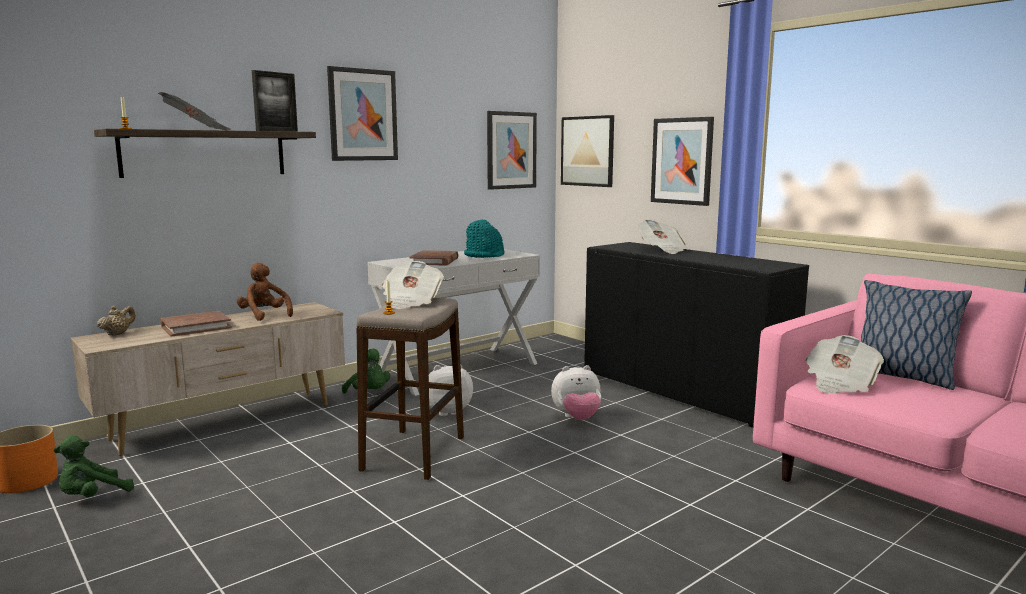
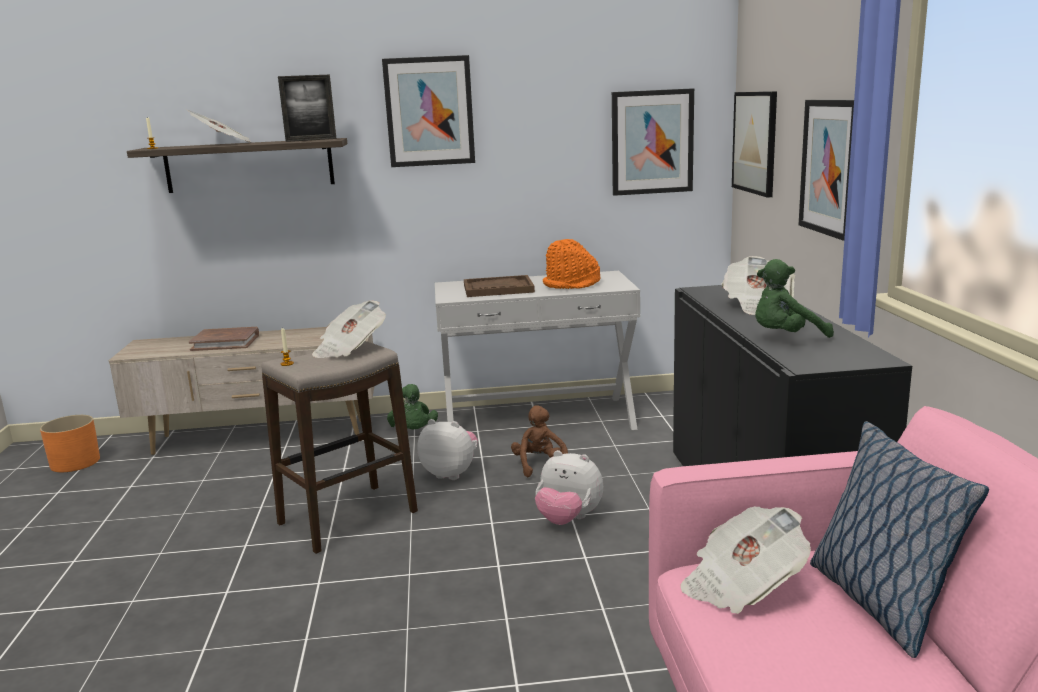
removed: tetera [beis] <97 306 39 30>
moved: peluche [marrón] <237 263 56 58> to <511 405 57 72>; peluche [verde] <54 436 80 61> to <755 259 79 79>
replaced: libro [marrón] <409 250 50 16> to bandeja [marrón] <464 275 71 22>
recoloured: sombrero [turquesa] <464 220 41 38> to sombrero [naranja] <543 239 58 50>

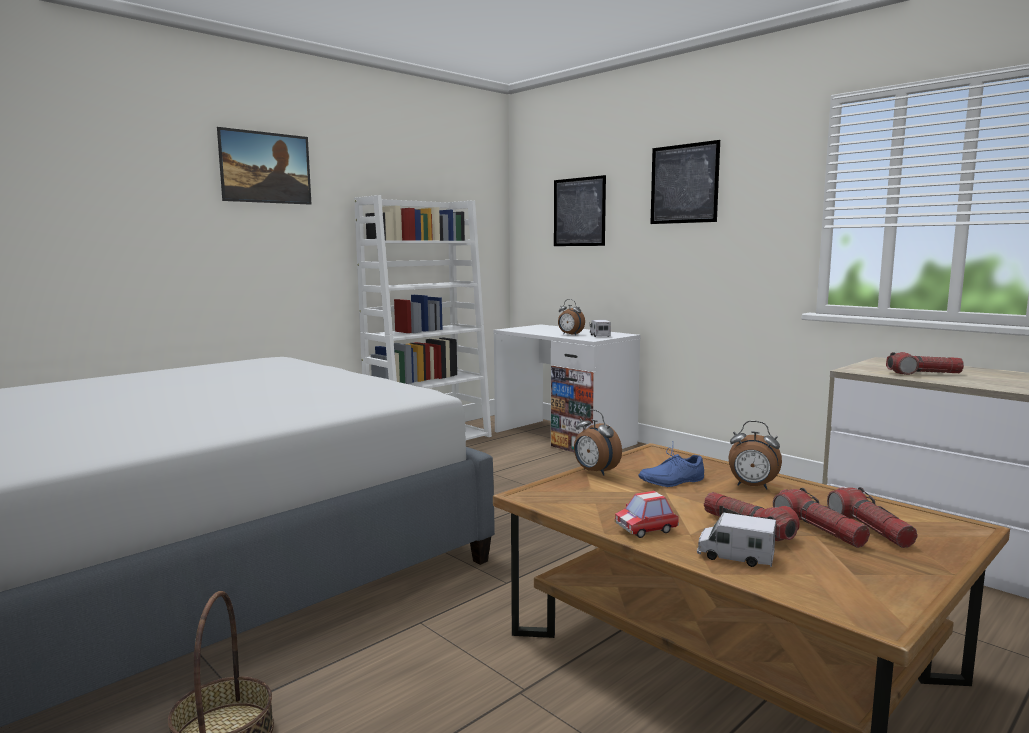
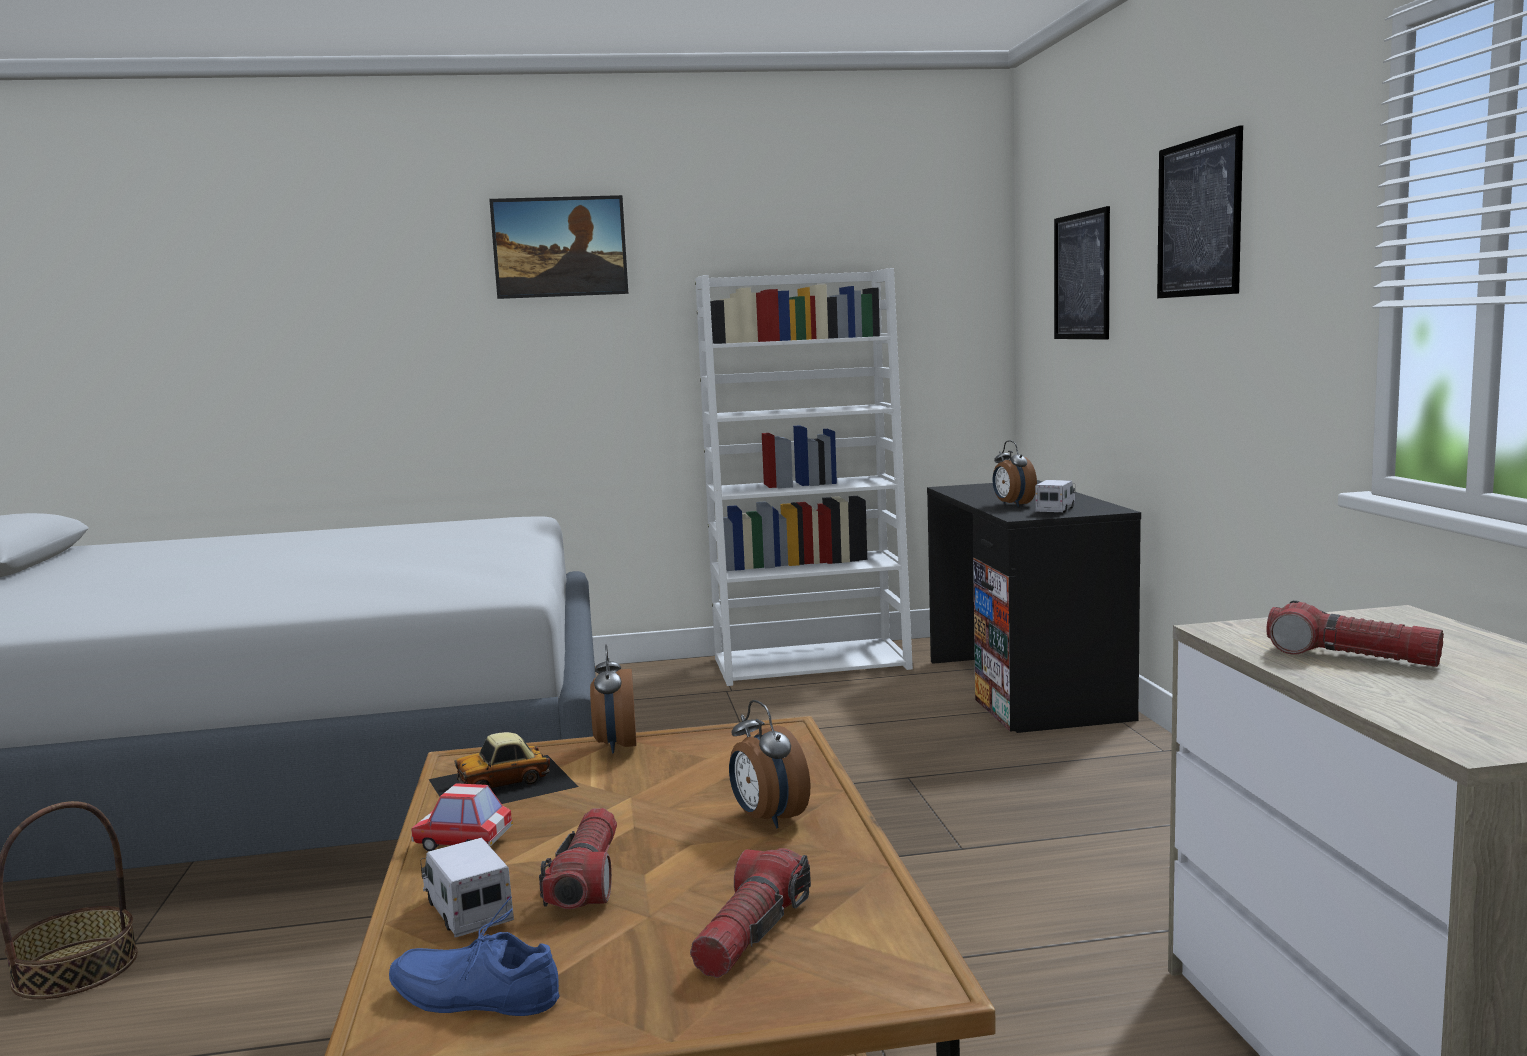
removed: linterna <773 488 97 60>
added: coche de juguete <428 732 150 72>
moved: zapato [azul] <639 447 65 40> to <389 896 171 120>
recoloured: escritorio [blanco] <493 324 148 128> to escritorio [negro] <927 480 214 253>

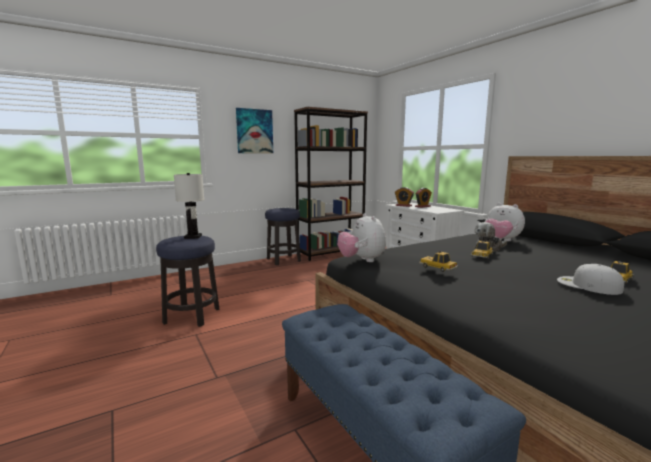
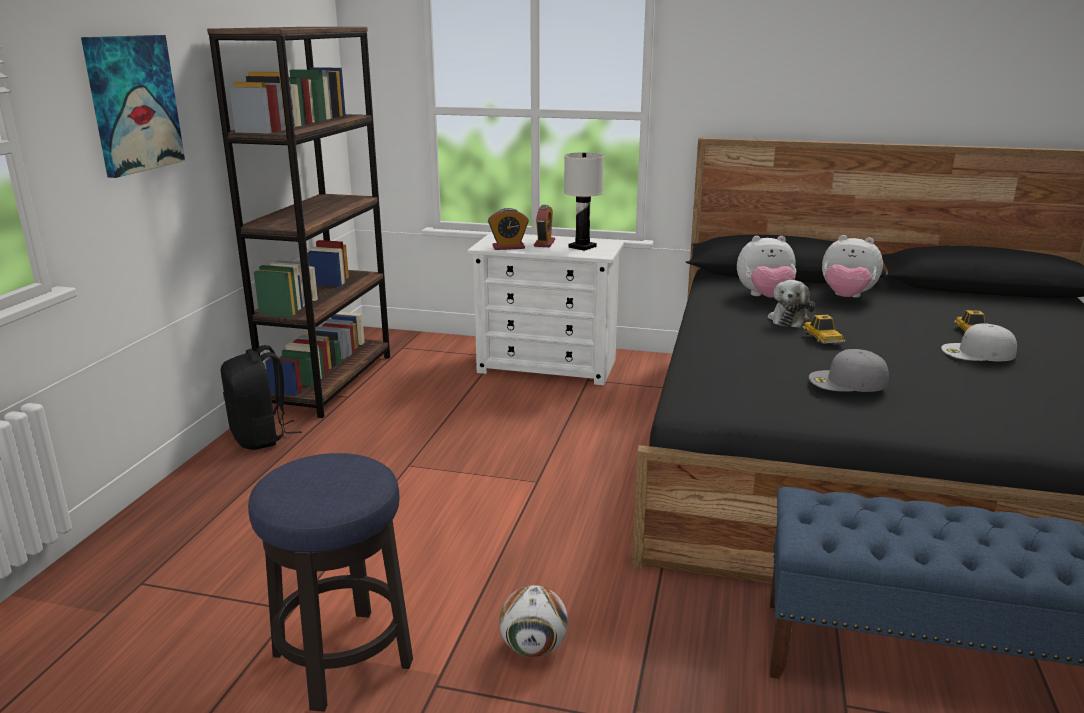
added: balón de fútbol <499 585 69 72>
moved: lámpara de mesa [blanco] <174 173 30 66> to <564 152 40 99>; peluche <337 213 49 49> to <822 235 61 63>
replaced: taburete <265 208 36 57> to mochila [negro] <221 345 80 105>; coche de juguete <419 251 39 21> to gorra [gris] <809 349 80 43>

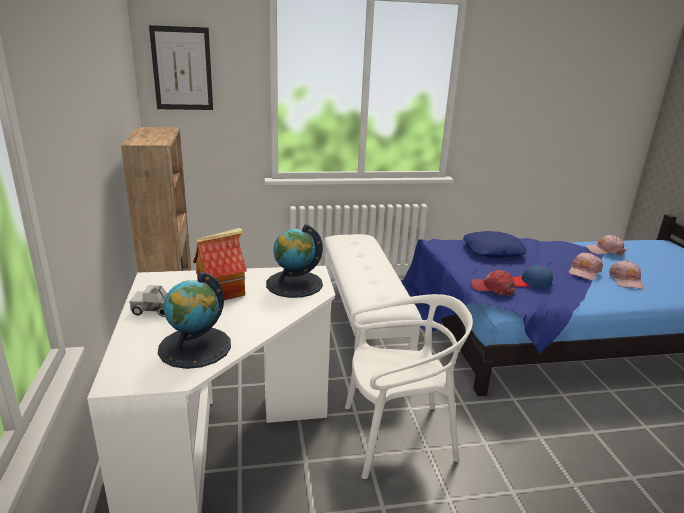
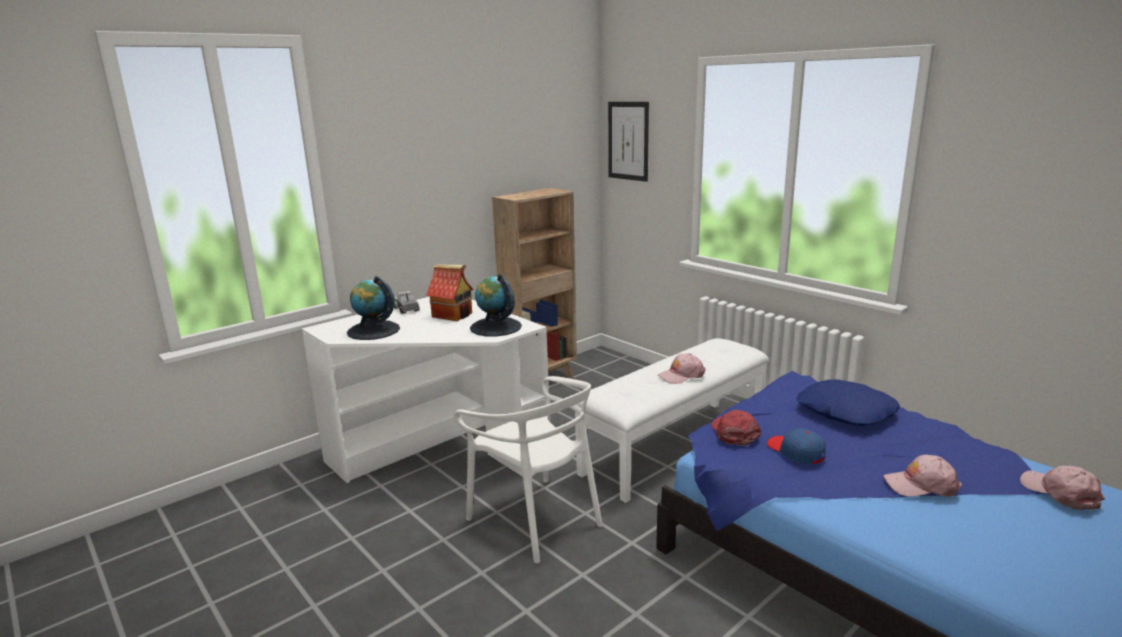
moved: gorra [rosa] <609 260 35 29> to <658 353 48 31>

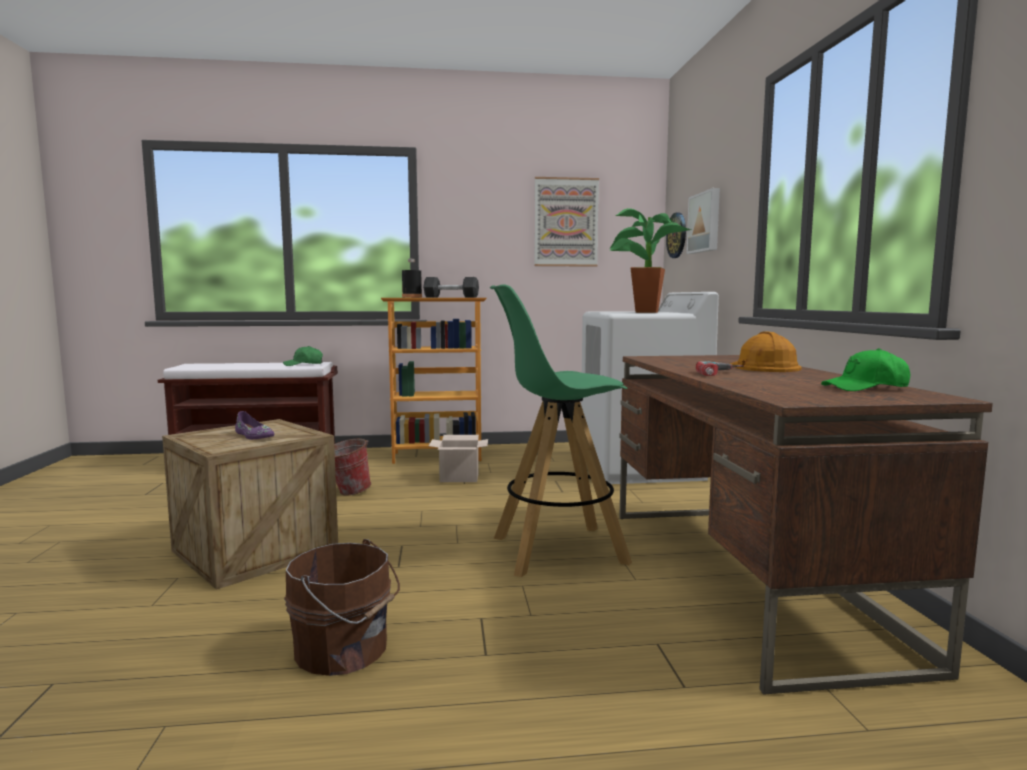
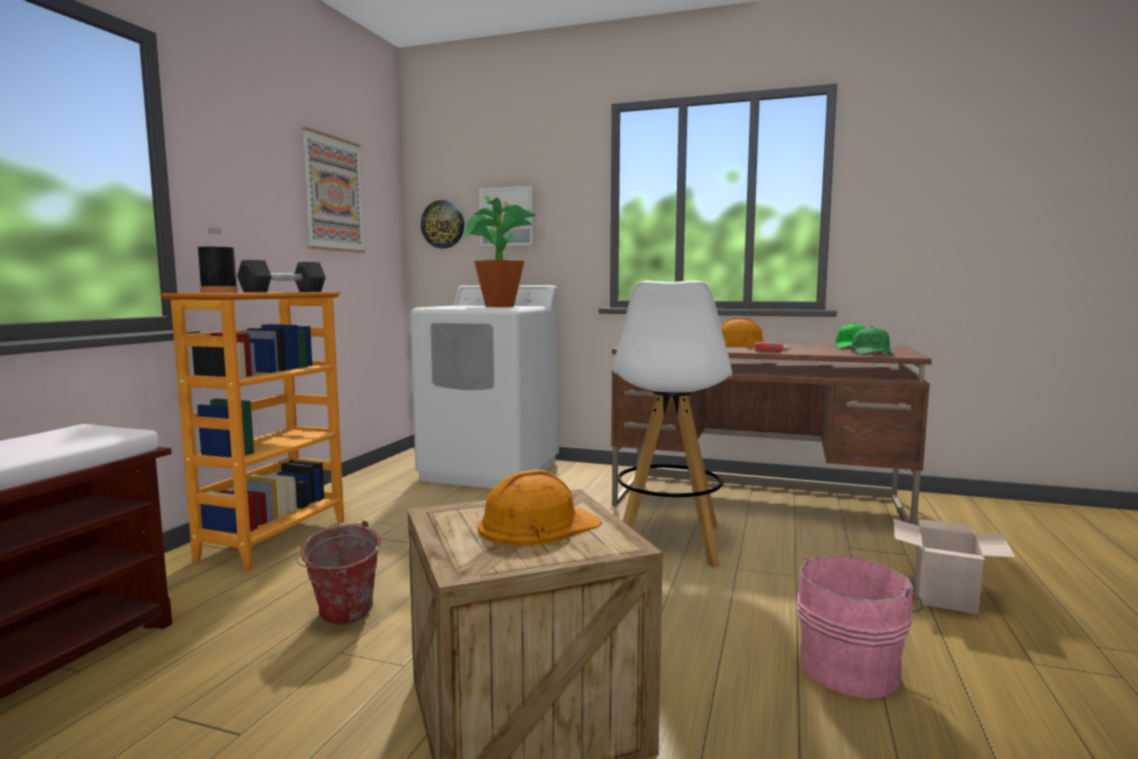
moved: gorra [verde] <283 346 40 20> to <852 326 41 29>; caja de cartón <429 435 59 47> to <893 519 122 95>
replaced: zapato [morado] <235 411 39 28> to casco [naranja] <478 469 124 77>
recoloured: taburete [verde] <490 284 142 293> to taburete [blanco] <613 280 119 288>; cubo [marrón] <284 539 116 137> to cubo [rosa] <797 555 126 144>

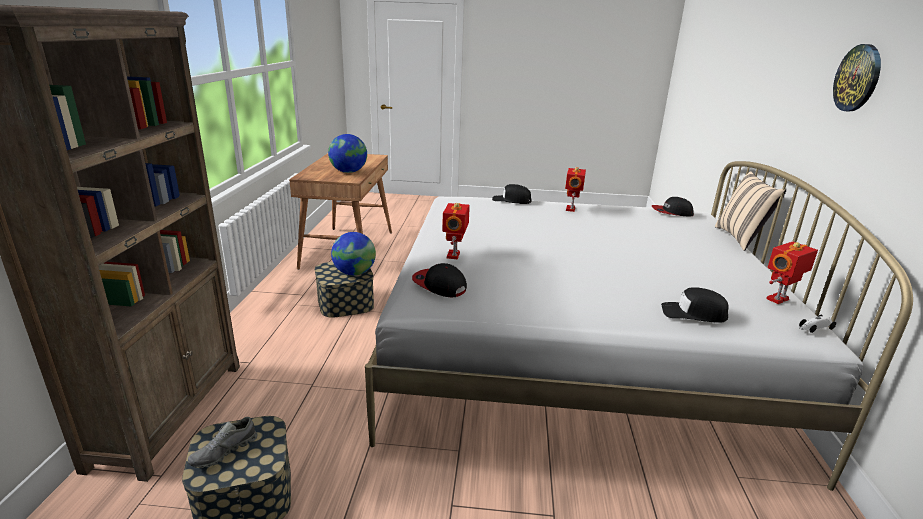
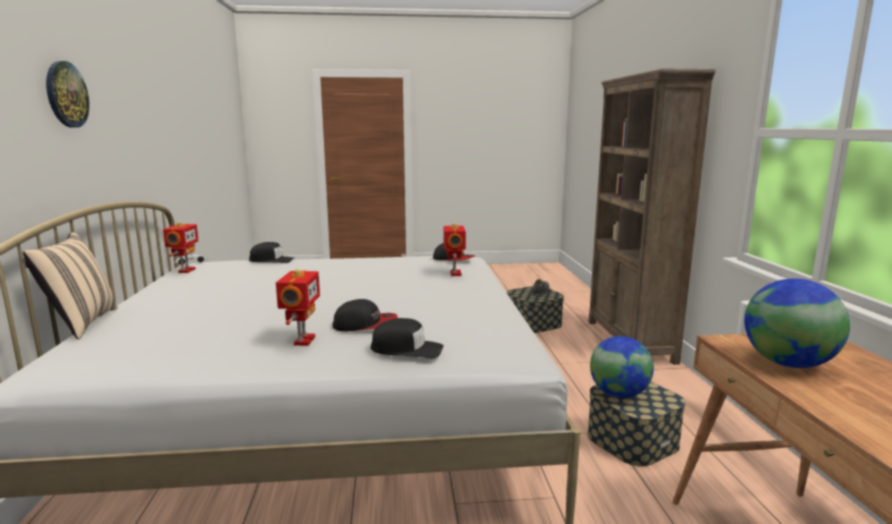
moved: gorra <652 197 42 20> to <332 299 66 33>
turned: robot de juguete <766 242 52 62> = <163 221 35 52> 45 degrees counterclockwise

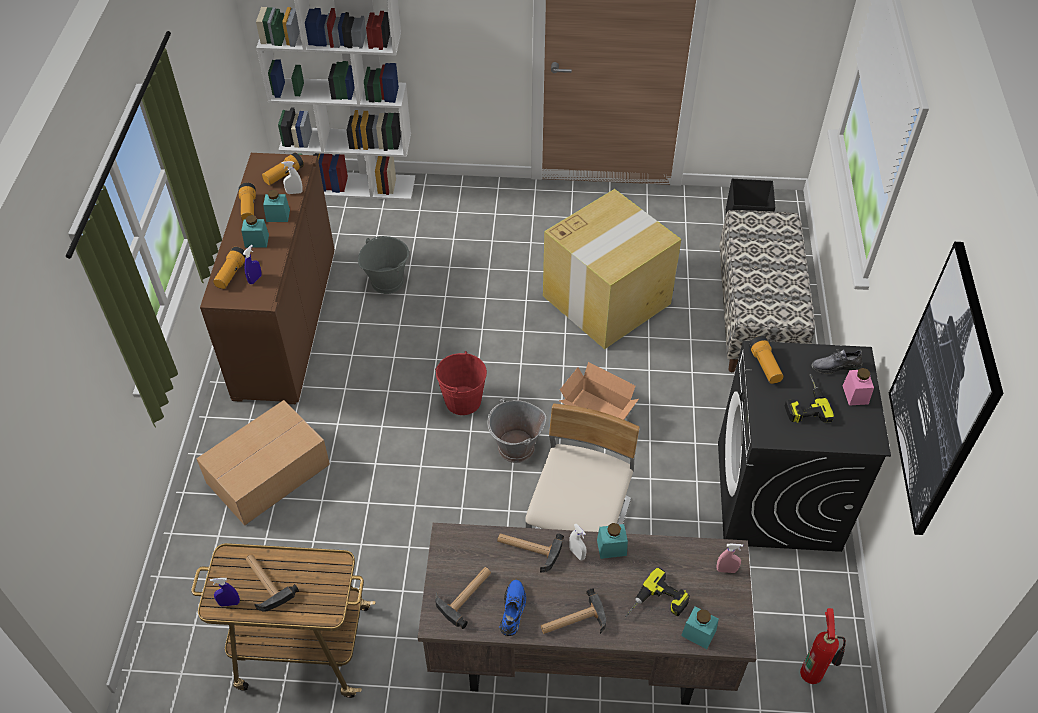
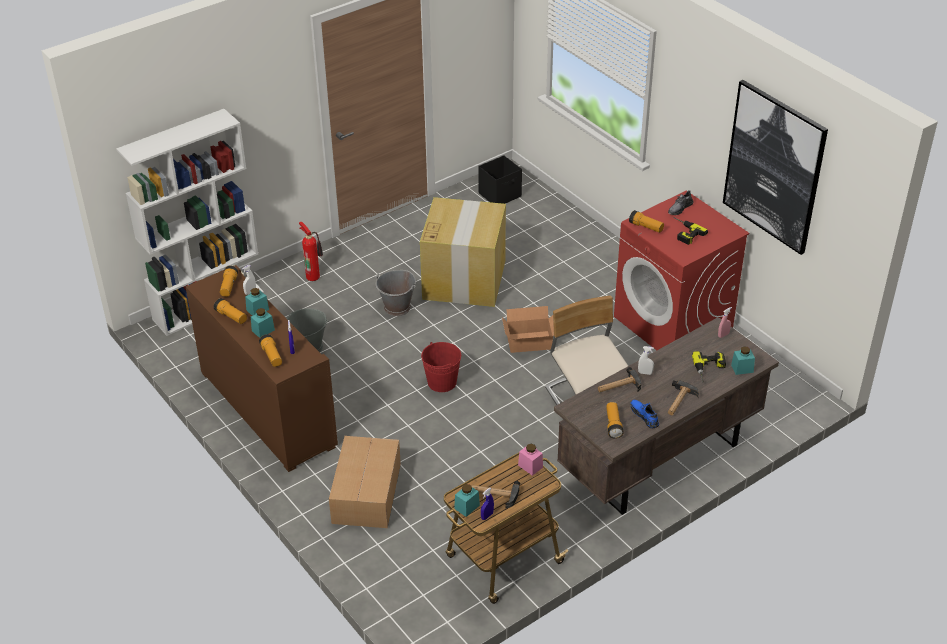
removed: banco <719 210 96 162>
moved: extintor <800 608 46 76> to <299 222 24 59>; cubo [gris] <487 398 60 65> to <375 270 41 46>; tarro [turquesa] <597 523 31 36> to <454 484 26 33>; tarro [rosa] <842 368 32 38> to <518 444 25 32>
replaced: martillo <435 567 56 62> to linterna <606 402 18 37>
recoloured: lavadora [negro] <718 341 173 211> to lavadora [rojo] <614 191 135 159>

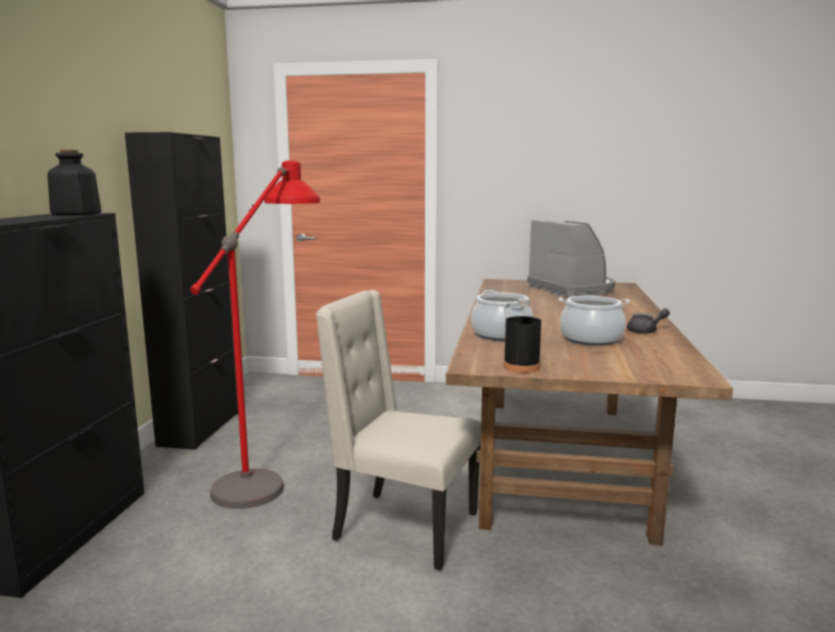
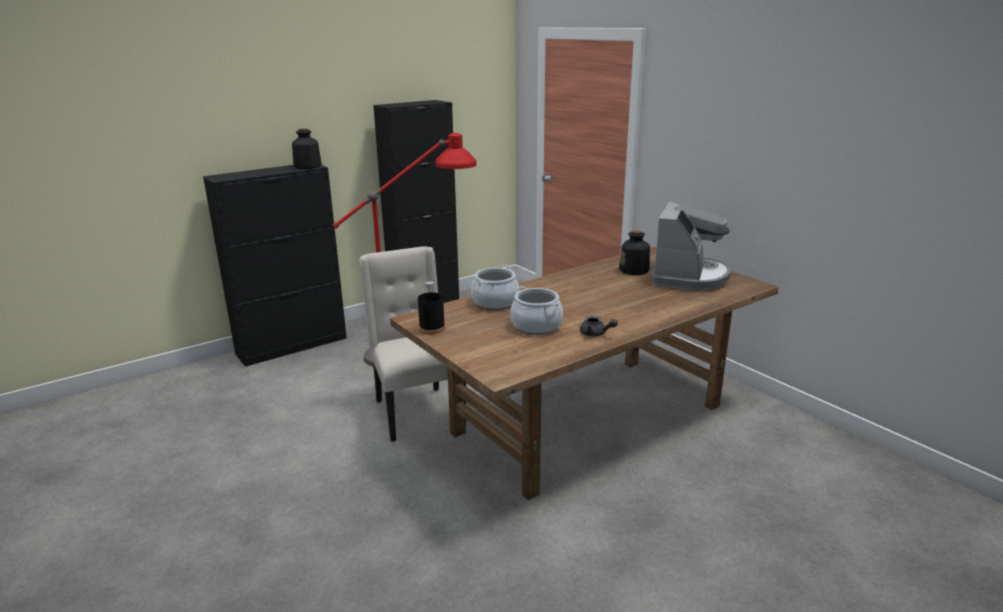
added: botella <619 230 31 45>

